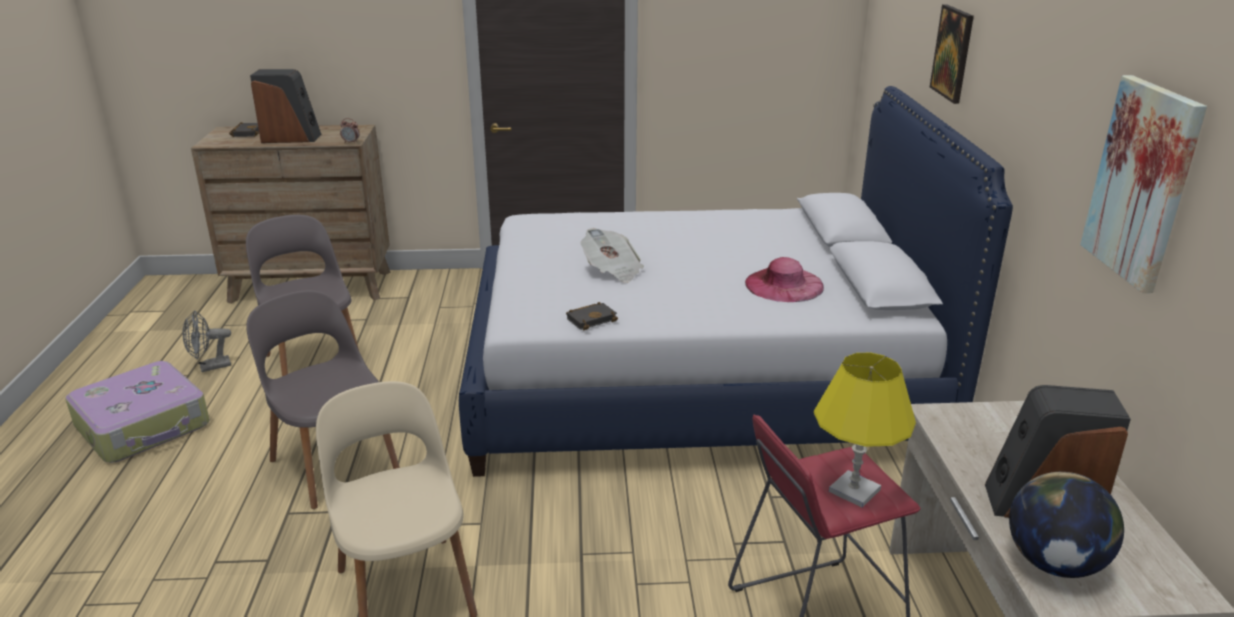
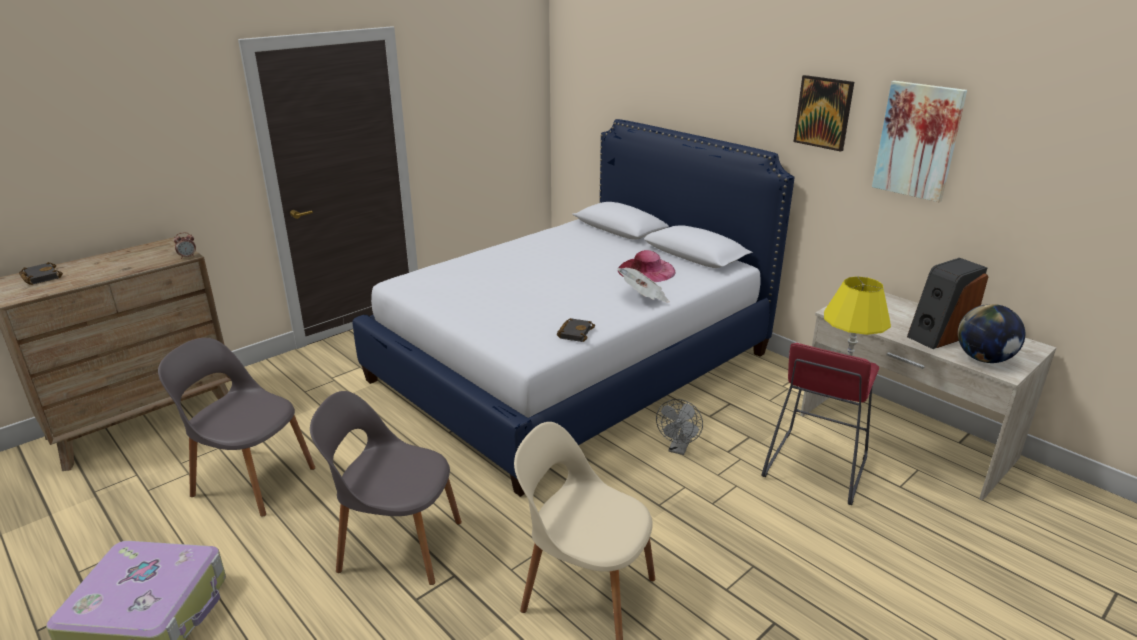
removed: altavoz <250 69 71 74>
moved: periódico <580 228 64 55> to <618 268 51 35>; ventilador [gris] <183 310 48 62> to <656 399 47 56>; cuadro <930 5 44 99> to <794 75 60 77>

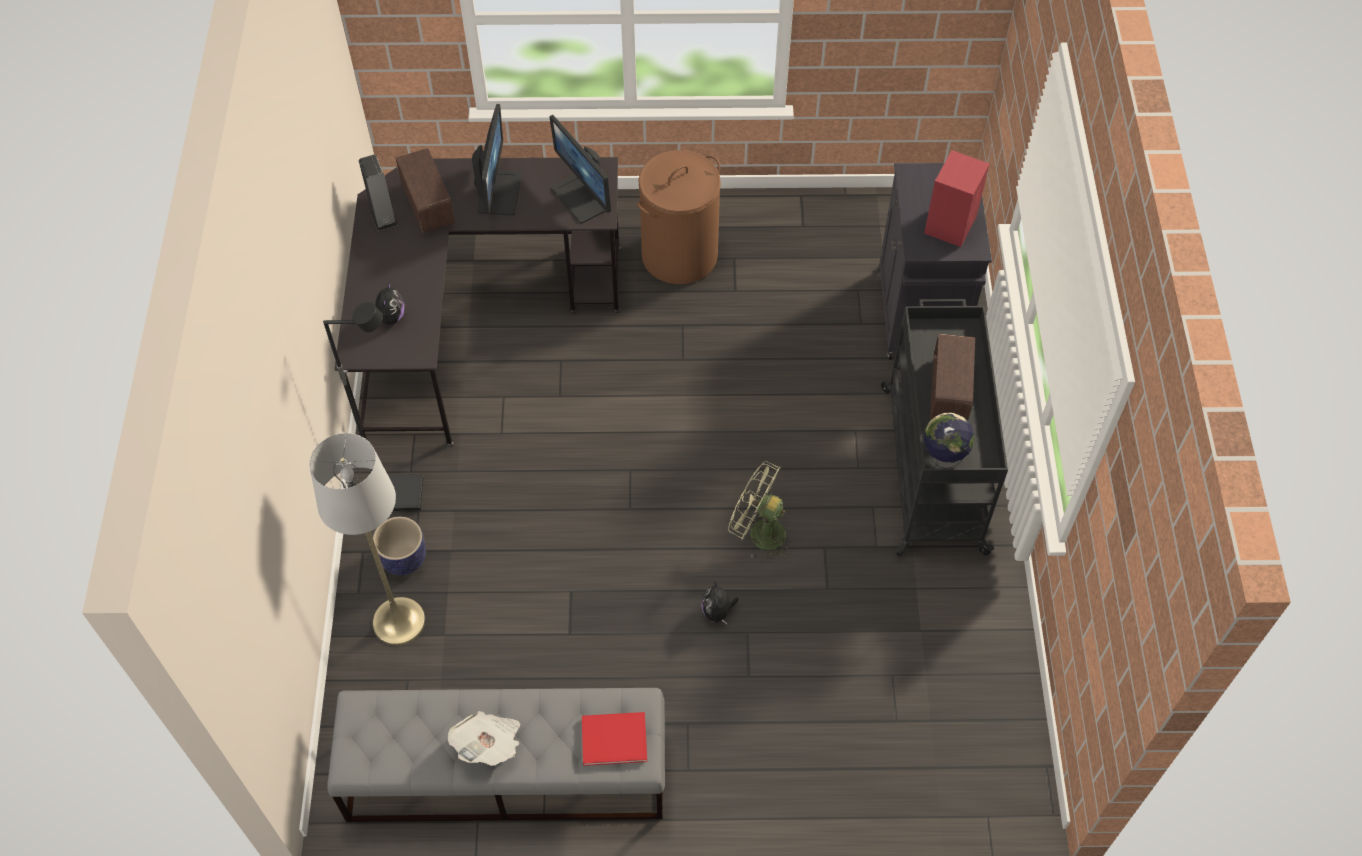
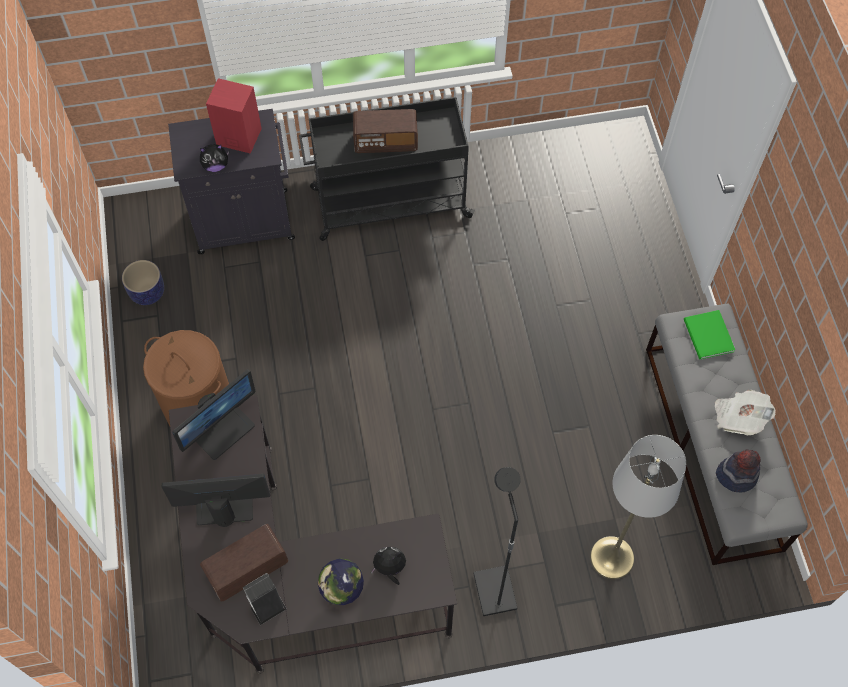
removed: ventilador [verde] <728 461 63 101>
added: sombrero <716 449 45 44>
moved: maceta <373 517 53 58> to <122 260 42 45>; peluche <701 581 38 43> to <200 144 29 28>; globo terráqueo <924 413 51 55> to <318 558 46 47>
recoloured: libro [rojo] <582 712 65 54> to libro [verde] <684 310 51 50>

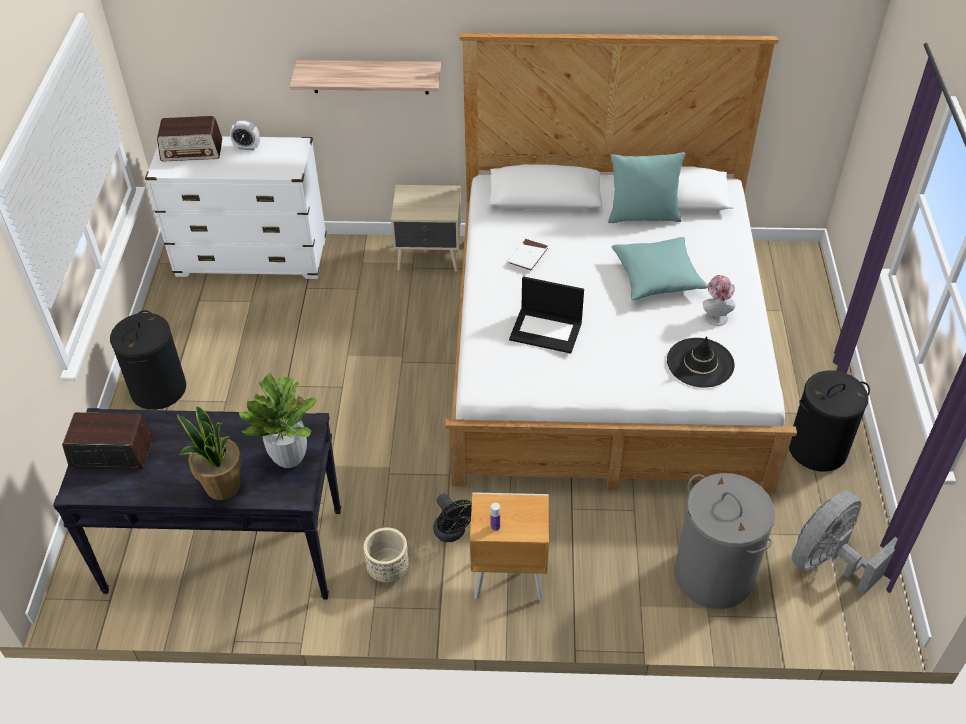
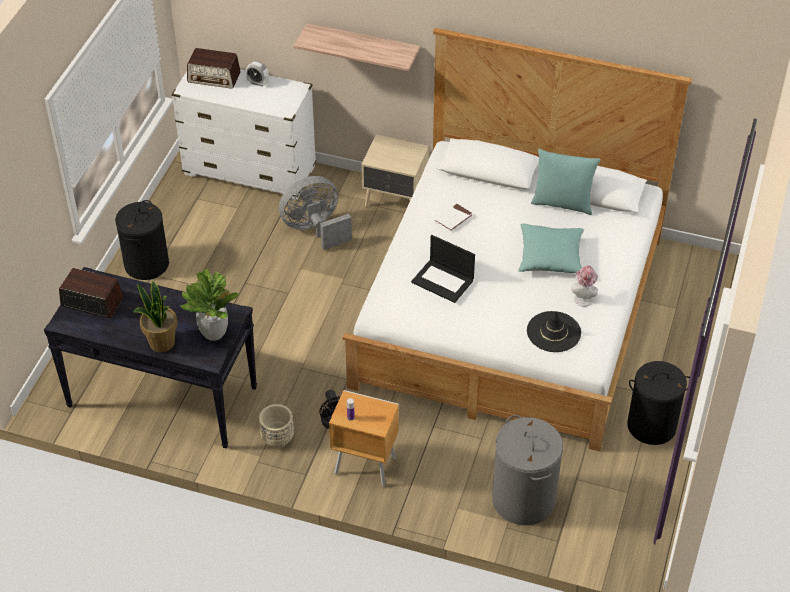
moved: ventilador [gris] <791 491 107 104> to <279 176 73 74>

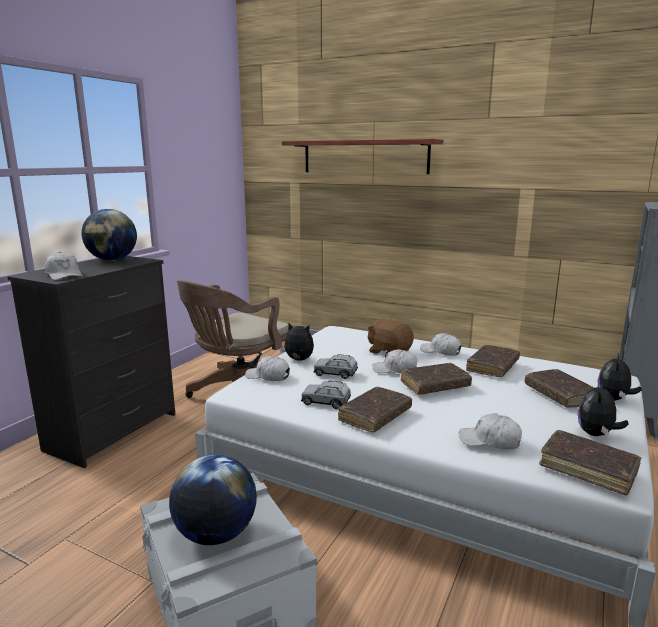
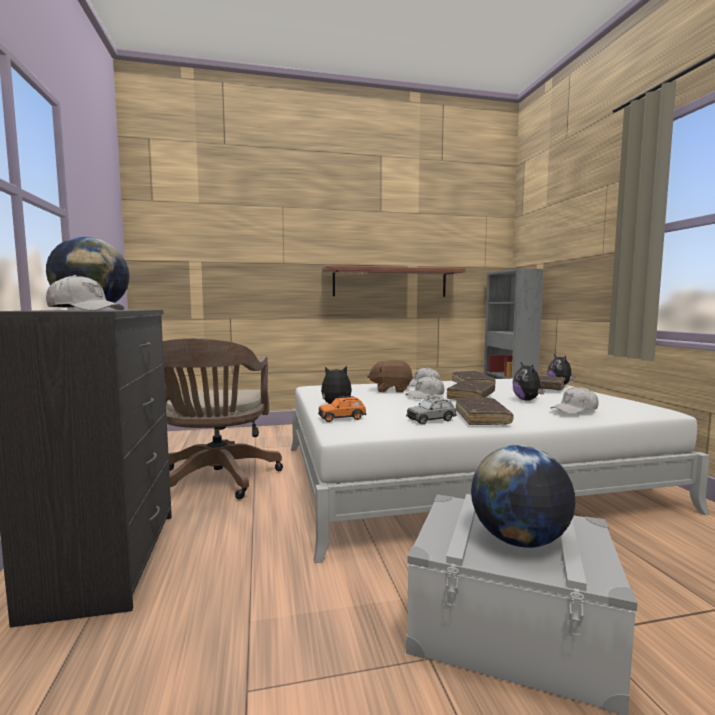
removed: coche de juguete [gris] <314 354 44 25>; libro [marrón] <539 430 103 65>
moved: estante <282 139 161 35> to <322 266 144 31>; peluche <578 380 51 56> to <513 362 32 39>
replaced: gorra [blanco] <245 356 45 25> to coche de juguete [naranja] <318 396 49 26>

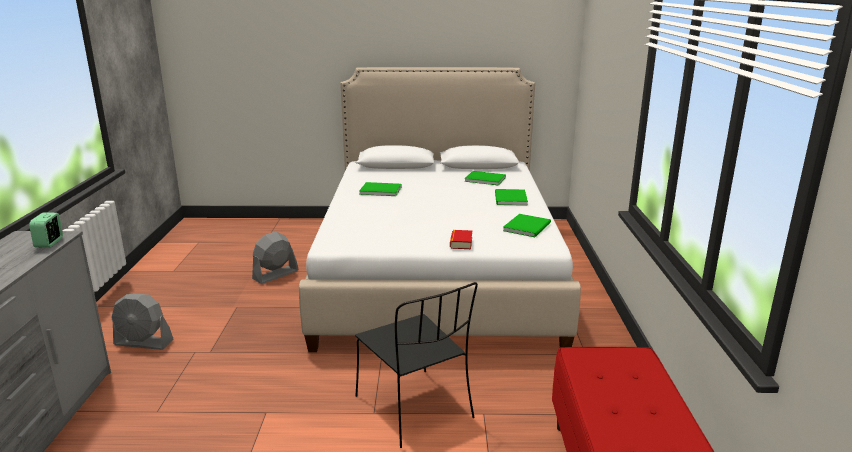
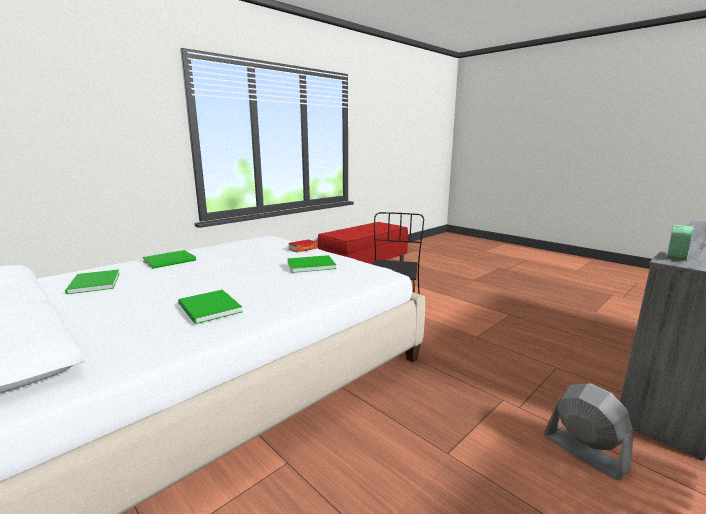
removed: ventilador [gris] <252 232 46 52>
moved: libro [verde] <503 214 48 23> to <288 255 48 18>

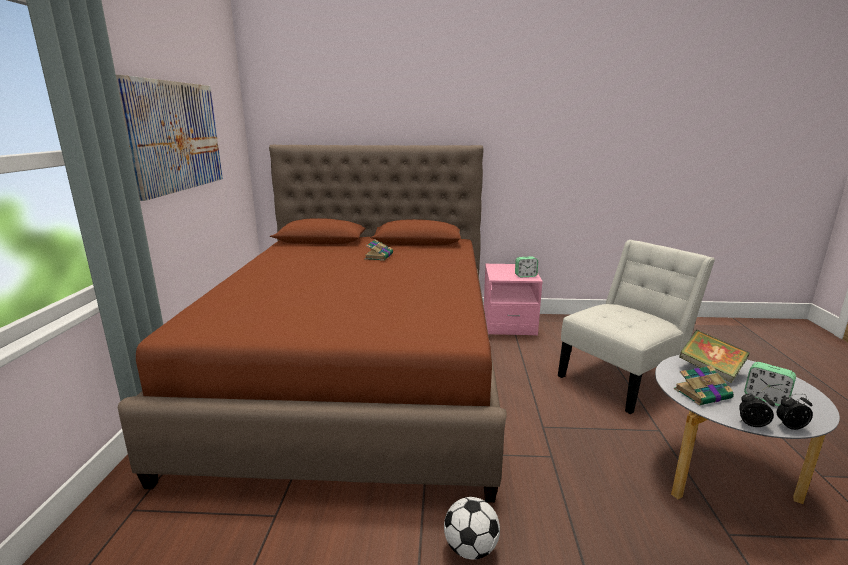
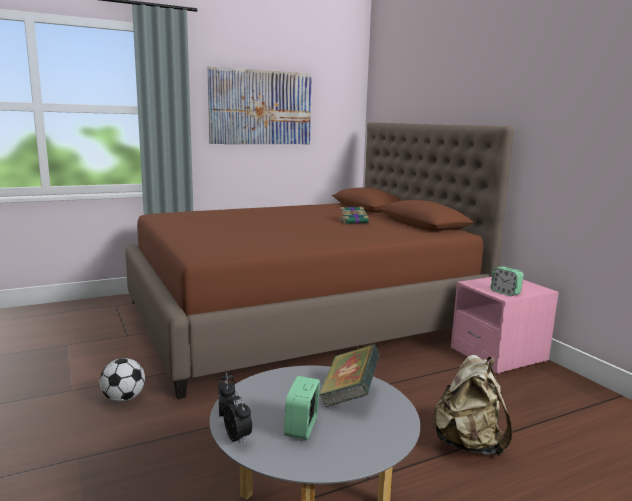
removed: libro <674 365 60 41>
replaced: silla [blanco] <558 240 157 174> to mochila [beis] <432 355 80 101>

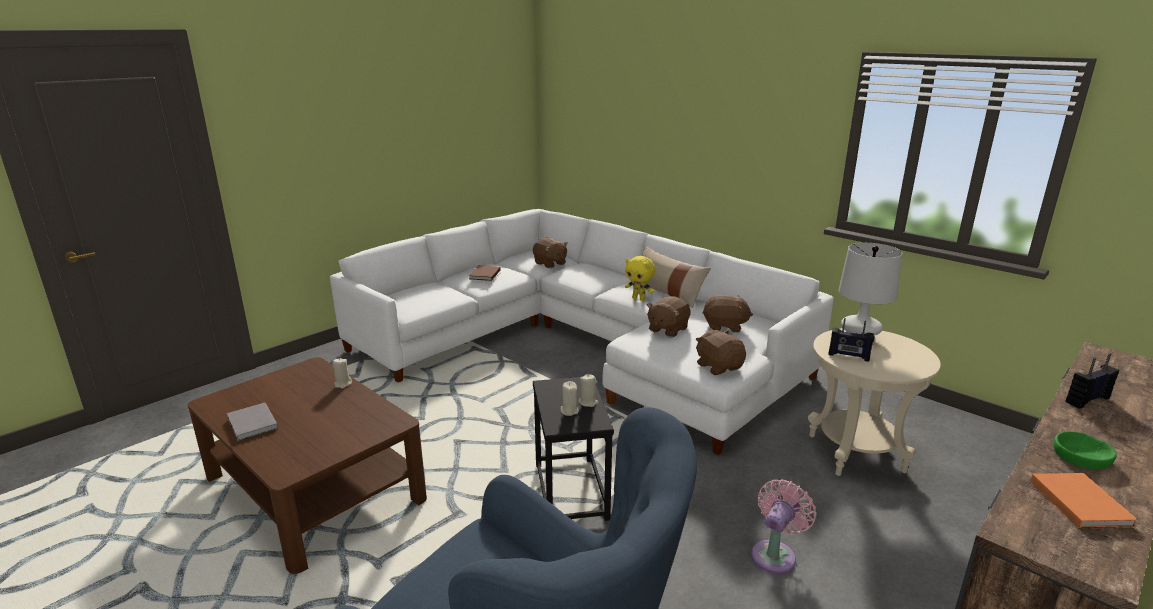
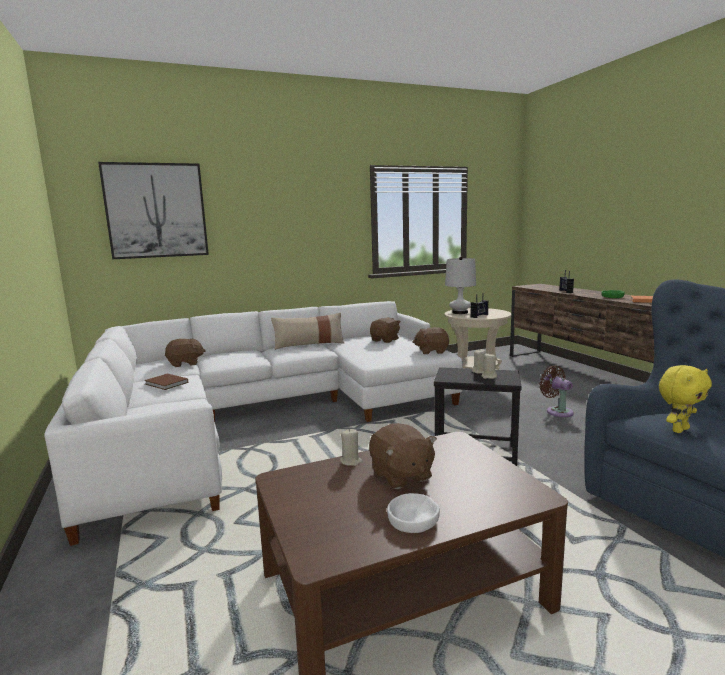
added: cuadro <98 162 111 97>
moved: peluche [marrón] <647 296 44 41> to <369 423 68 66>; peluche [amarillo] <625 256 30 45> to <659 365 53 68>
replaced: libro [gris] <227 403 51 38> to cuenco [blanco] <387 493 53 40>
recoloured: ventilador [rosa] <751 479 65 95> to ventilador [marrón] <539 366 35 51>

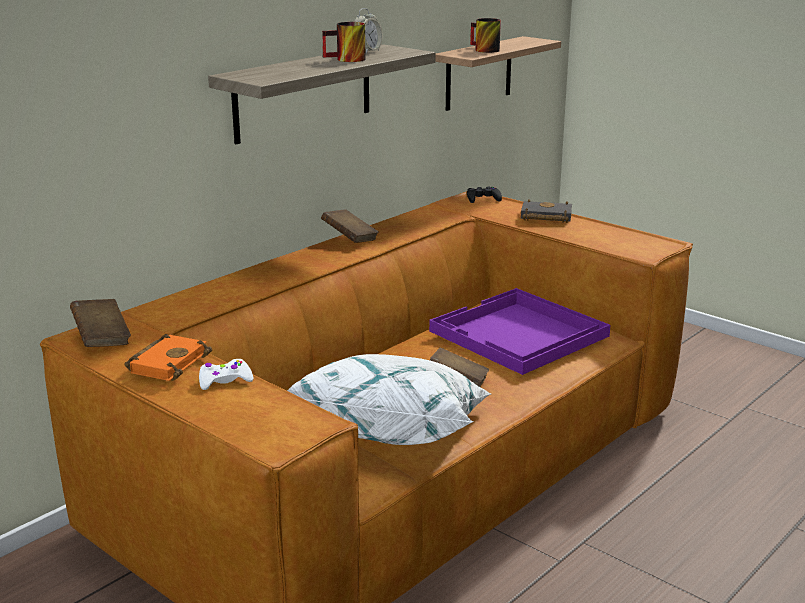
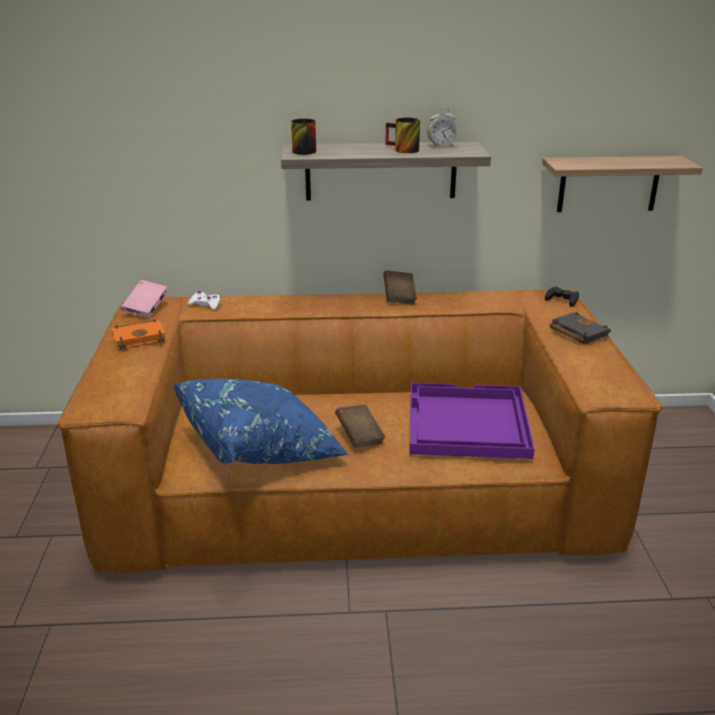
moved: mando de consola [blanco] <199 359 54 31> to <188 291 32 19>; taza grande <470 18 31 35> to <291 119 25 36>
recoloured: libro [marrón] <70 299 61 48> to libro [rosa] <121 280 46 38>; cojín [blanco] <287 354 204 91> to cojín [azul] <173 378 176 86>

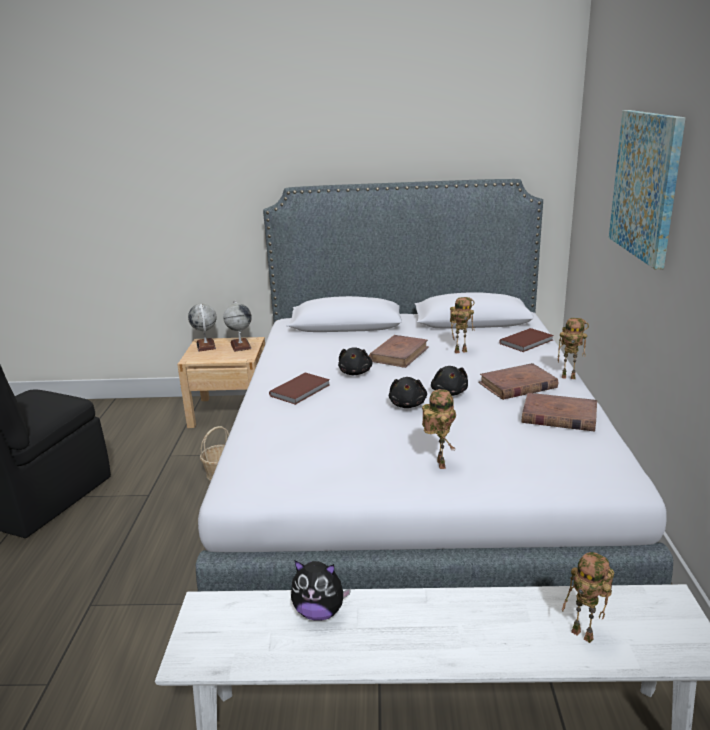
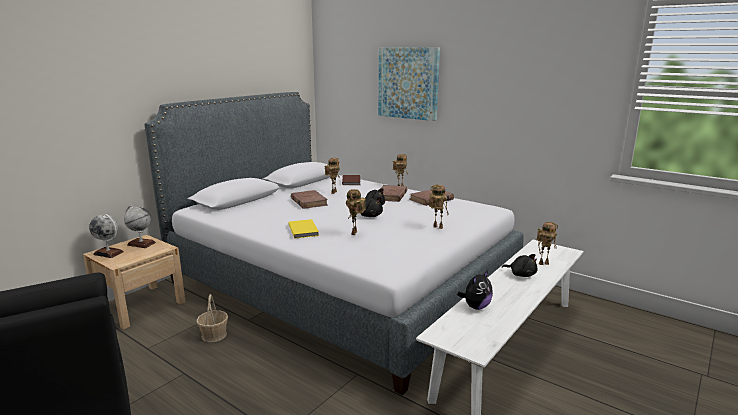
added: robot de juguete <346 189 20 46>
moved: peluche [negro] <338 347 34 28> to <502 254 35 23>
recoloured: libro [marrón] <269 372 61 33> to libro [amarillo] <288 219 31 19>

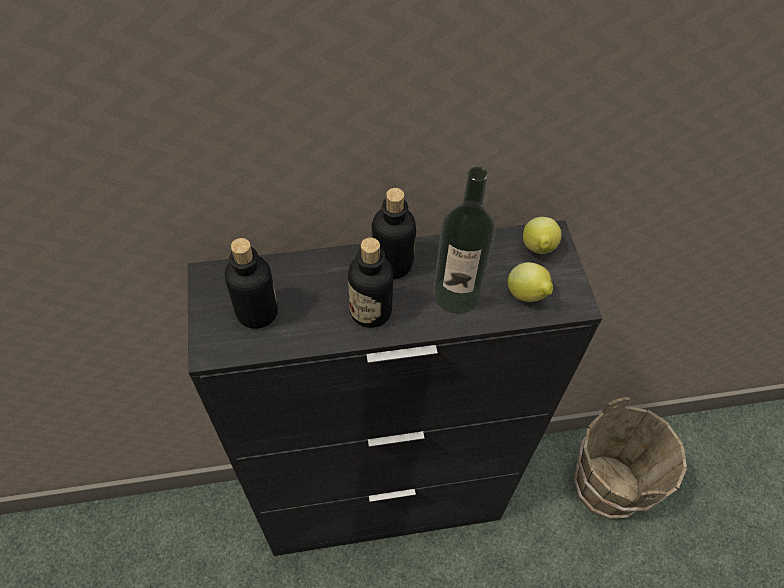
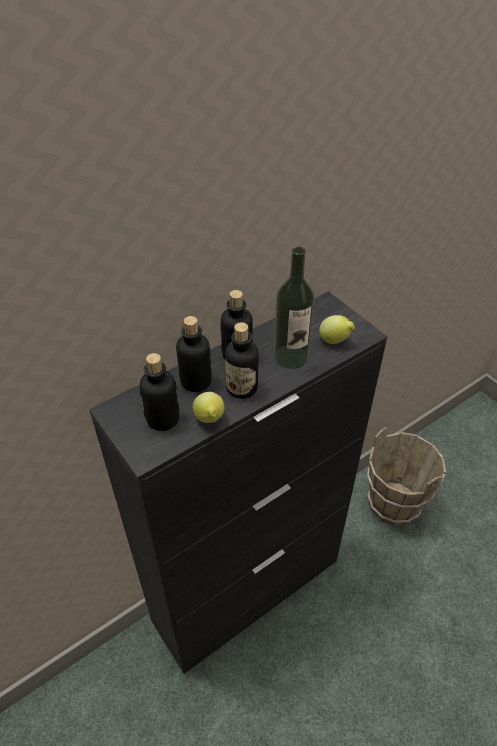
added: botella <176 316 36 76>
moved: limón <523 217 39 37> to <193 392 32 31>

